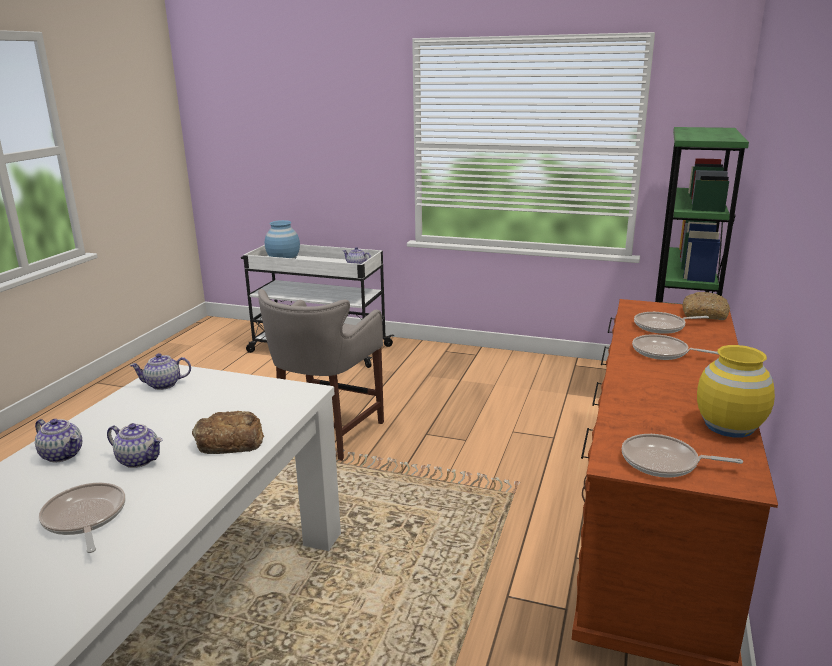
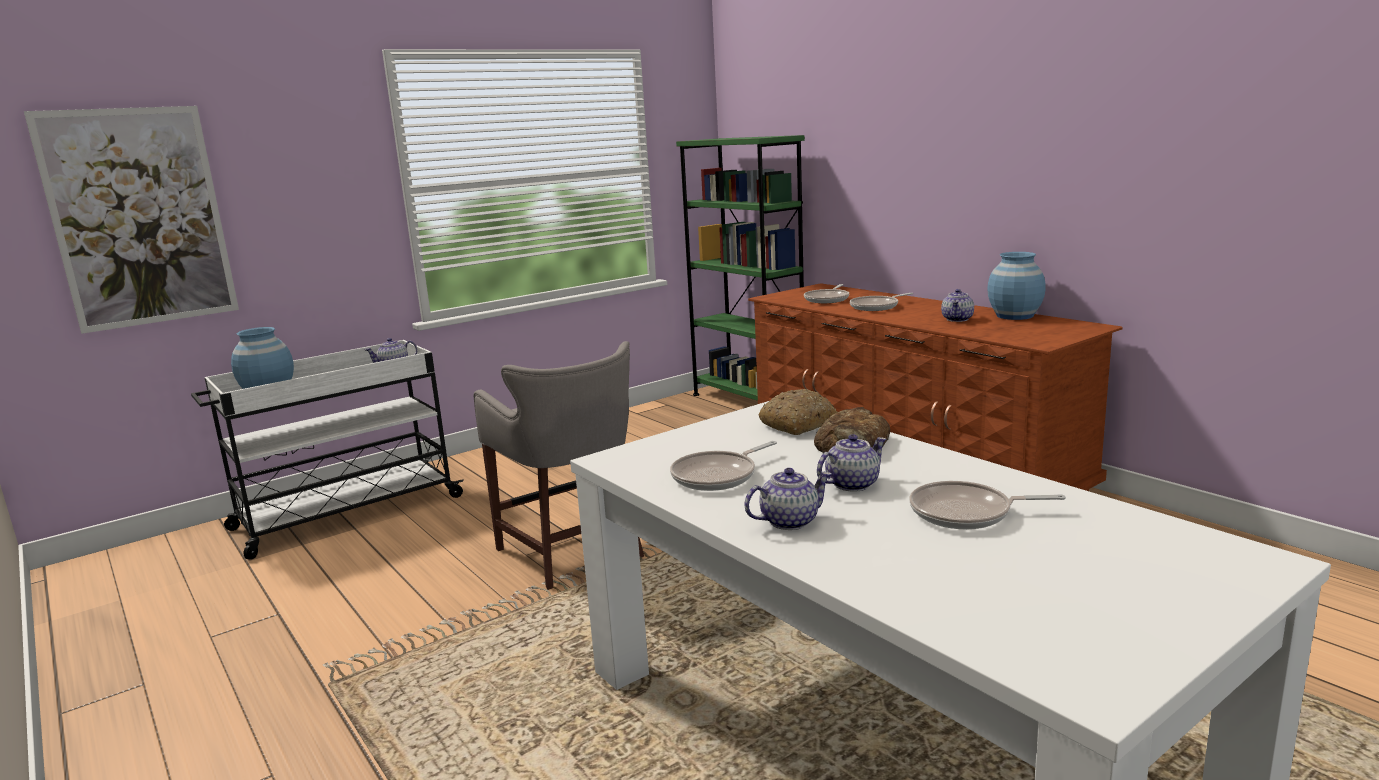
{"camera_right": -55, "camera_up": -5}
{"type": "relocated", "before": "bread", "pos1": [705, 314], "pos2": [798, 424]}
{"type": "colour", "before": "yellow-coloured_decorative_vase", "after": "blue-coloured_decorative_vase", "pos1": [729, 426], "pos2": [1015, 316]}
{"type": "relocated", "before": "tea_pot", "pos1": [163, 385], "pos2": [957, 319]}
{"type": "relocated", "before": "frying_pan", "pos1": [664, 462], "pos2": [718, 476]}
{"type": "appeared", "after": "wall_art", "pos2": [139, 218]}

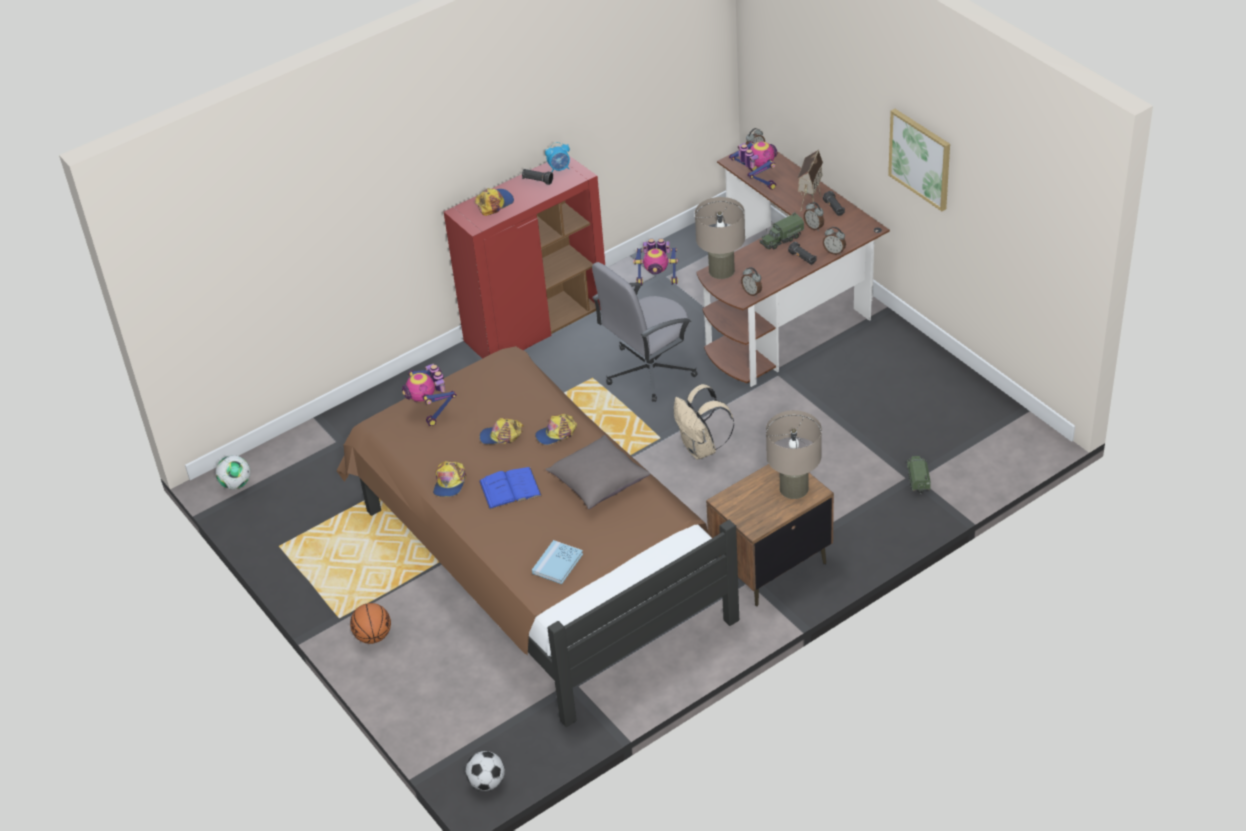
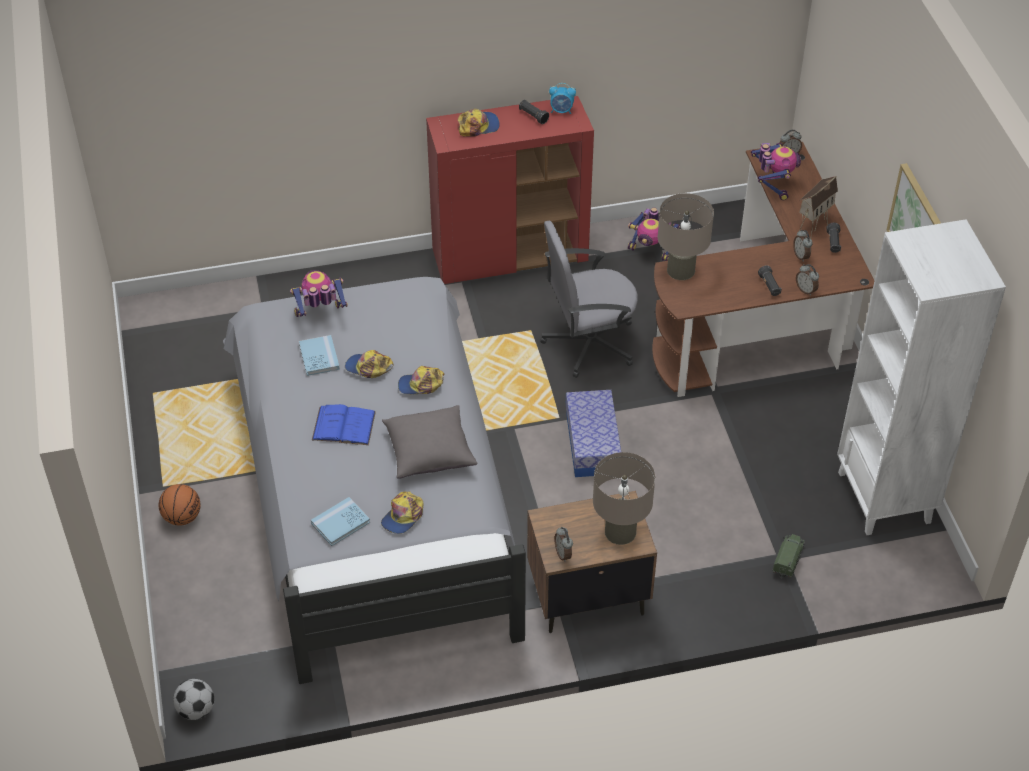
{"camera_right": 20, "camera_up": 5}
{"type": "missing", "before": "model_truck", "pos1": [781, 239]}
{"type": "relocated", "before": "alarm_clock", "pos1": [752, 292], "pos2": [563, 554]}
{"type": "colour", "before": "brown-coloured_bedroom_bed", "after": "grey_bedroom_bed", "pos1": [538, 555], "pos2": [375, 495]}
{"type": "spun", "before": "robot_figure", "pos1": [430, 409], "pos2": [320, 315], "turn": 75}
{"type": "exchanged", "before": "sand-coloured_knapsack", "after": "storage_container", "pos1": [701, 448], "pos2": [592, 444]}
{"type": "missing", "before": "football_ball", "pos1": [236, 484]}
{"type": "relocated", "before": "peaked_cap", "pos1": [449, 482], "pos2": [403, 516]}
{"type": "appeared", "after": "white-coloured_shelving_unit", "pos2": [885, 498]}
{"type": "appeared", "after": "blue-coloured_bound_book", "pos2": [319, 357]}

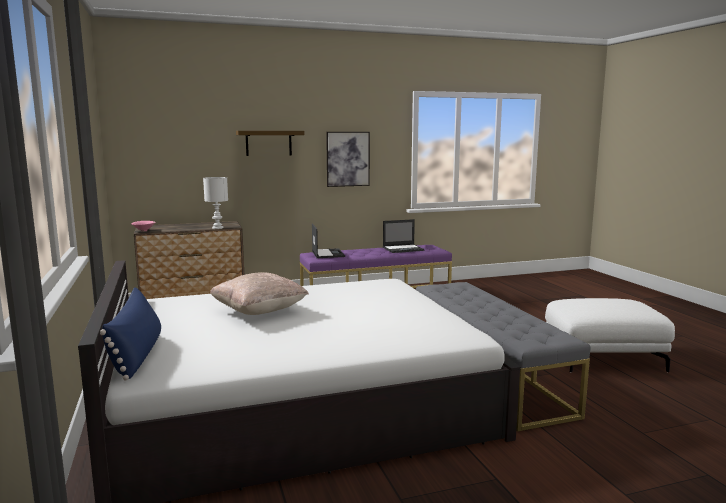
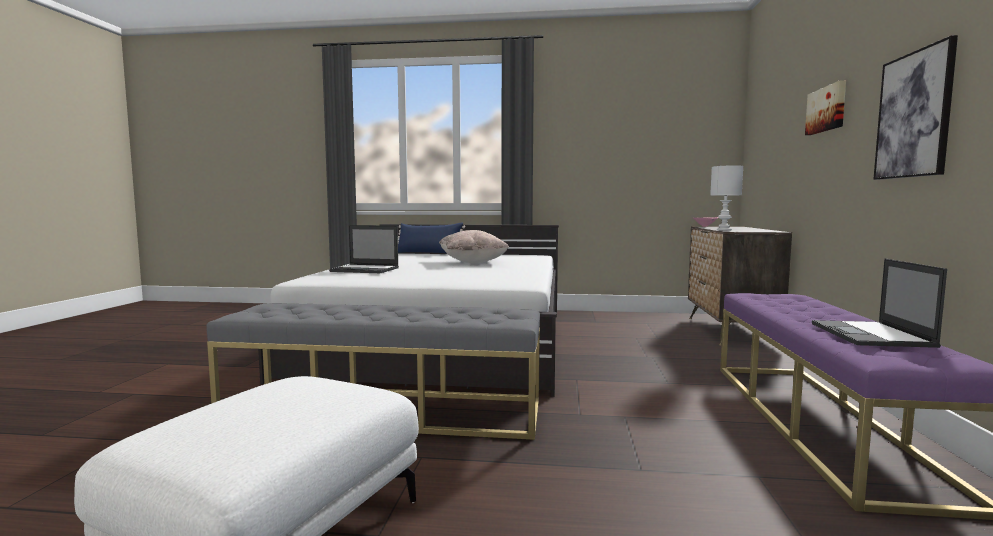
{"camera_right": 115, "camera_up": -5}
{"type": "exchanged", "before": "bracket_shelf", "after": "wall_art", "pos1": [268, 143], "pos2": [827, 109]}
{"type": "relocated", "before": "laptop", "pos1": [327, 253], "pos2": [366, 270]}

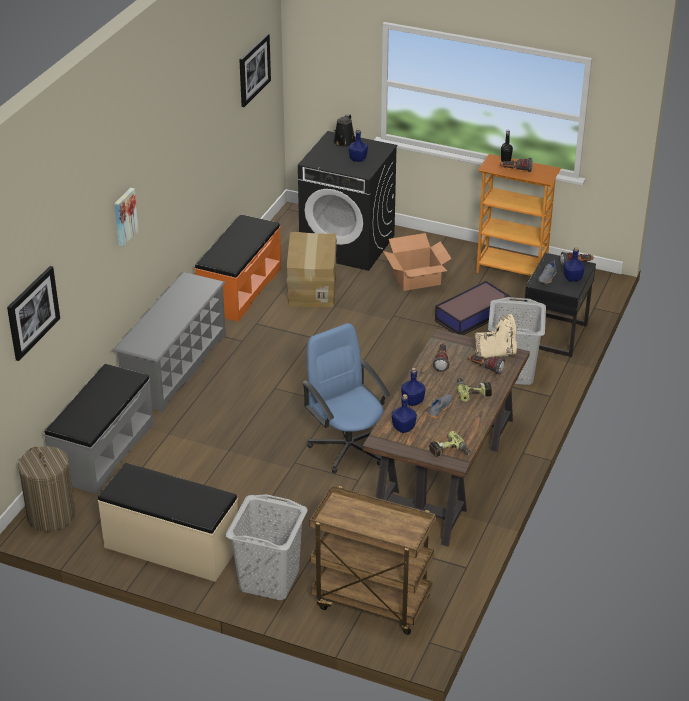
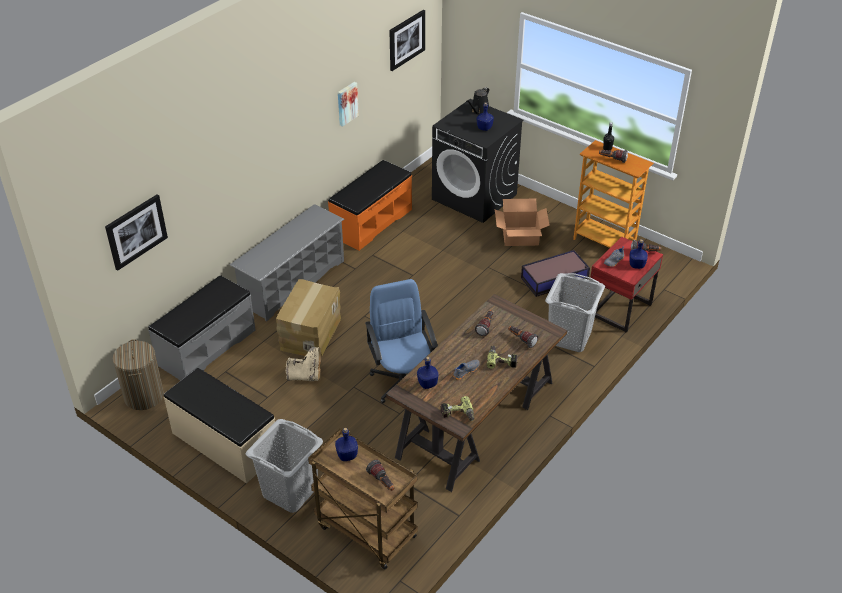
{"camera_right": 15, "camera_up": 5}
{"type": "relocated", "before": "wall_art", "pos1": [124, 216], "pos2": [346, 103]}
{"type": "relocated", "before": "cardboard_box", "pos1": [311, 287], "pos2": [310, 333]}
{"type": "colour", "before": "black-coloured_nightstand", "after": "red-coloured_nightstand", "pos1": [554, 336], "pos2": [619, 310]}
{"type": "relocated", "before": "sand-coloured_tall_boot", "pos1": [496, 353], "pos2": [306, 376]}
{"type": "relocated", "before": "blue-coloured_drink_bottle", "pos1": [413, 401], "pos2": [347, 455]}
{"type": "appeared", "after": "torch", "pos2": [382, 482]}

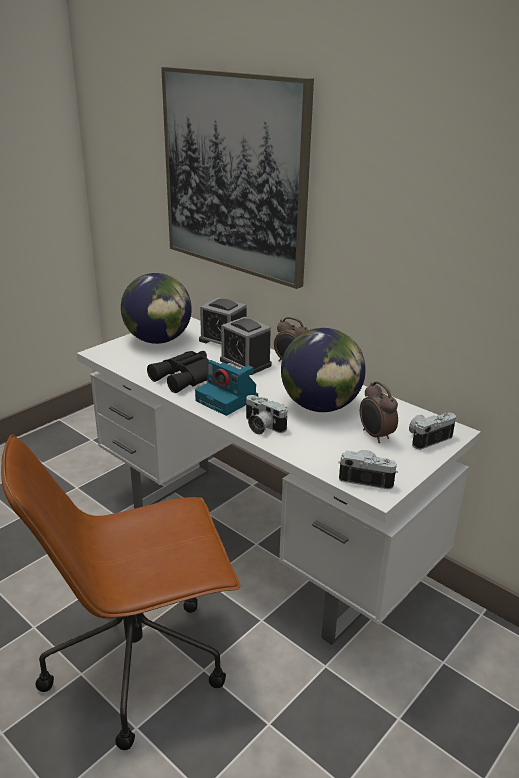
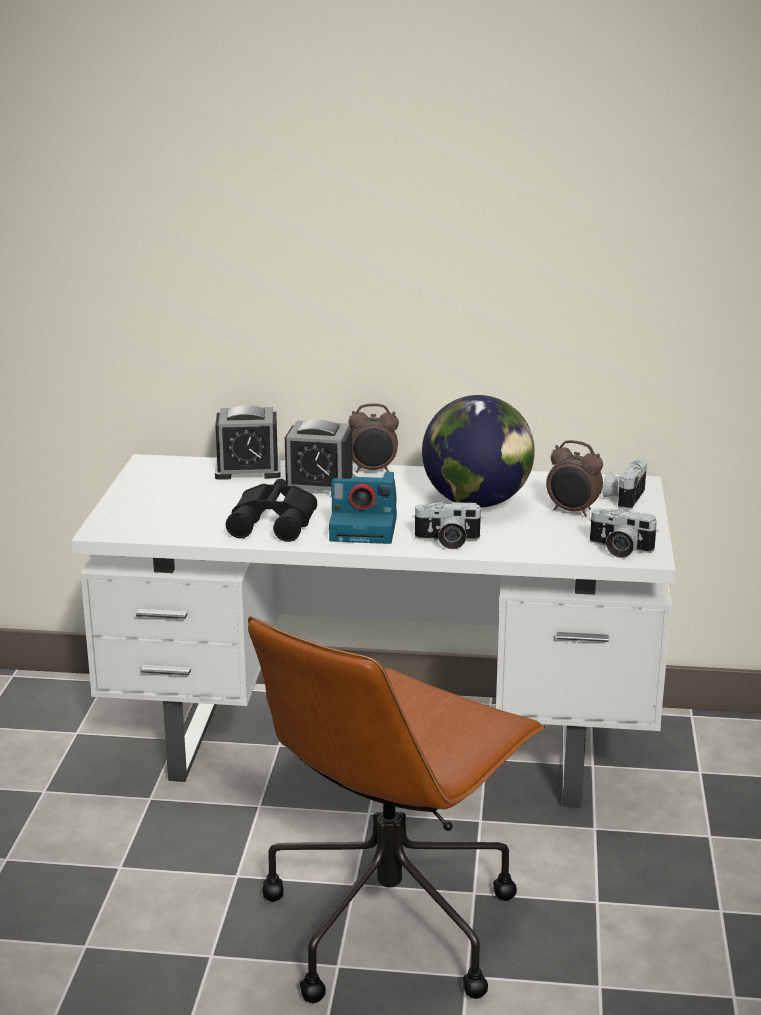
{"camera_right": -35, "camera_up": -5}
{"type": "missing", "before": "wall_art", "pos1": [234, 175]}
{"type": "missing", "before": "desk_globe", "pos1": [158, 340]}
{"type": "spun", "before": "photo_camera", "pos1": [366, 478], "pos2": [619, 549], "turn": -135}

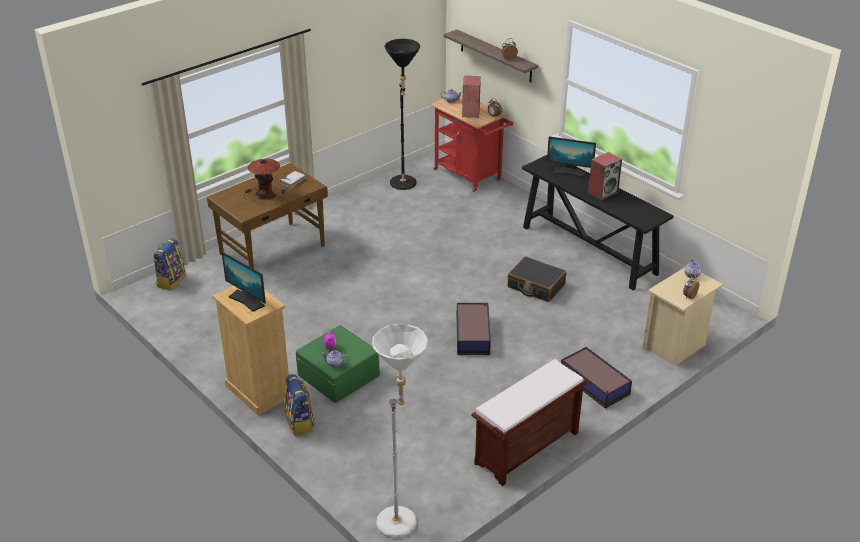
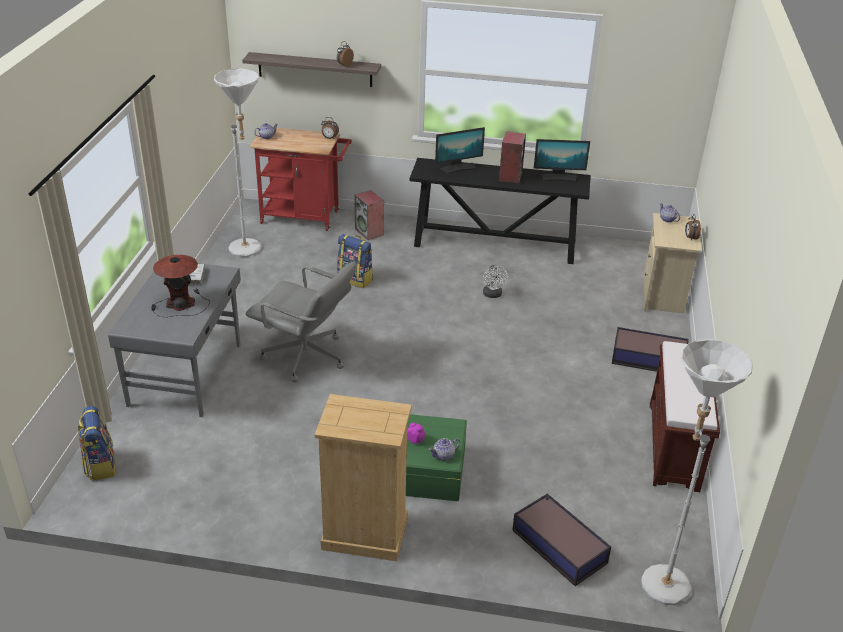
{"camera_right": -40, "camera_up": 0}
{"type": "colour", "before": "black-coloured_standing_lamp", "after": "white-coloured_standing_lamp", "pos1": [404, 186], "pos2": [250, 251]}
{"type": "relocated", "before": "speaker", "pos1": [471, 112], "pos2": [370, 232]}
{"type": "colour", "before": "brown-coloured_desk", "after": "grey_desk", "pos1": [273, 250], "pos2": [187, 374]}
{"type": "relocated", "before": "computer_screen", "pos1": [247, 300], "pos2": [558, 177]}
{"type": "exchanged", "before": "black-coloured_piece_of_luggage", "after": "white-coloured_fan", "pos1": [536, 286], "pos2": [493, 295]}
{"type": "relocated", "before": "storage_container", "pos1": [473, 334], "pos2": [558, 545]}
{"type": "relocated", "before": "knapsack", "pos1": [300, 423], "pos2": [355, 279]}
{"type": "appeared", "after": "grey_desk_chair", "pos2": [305, 357]}

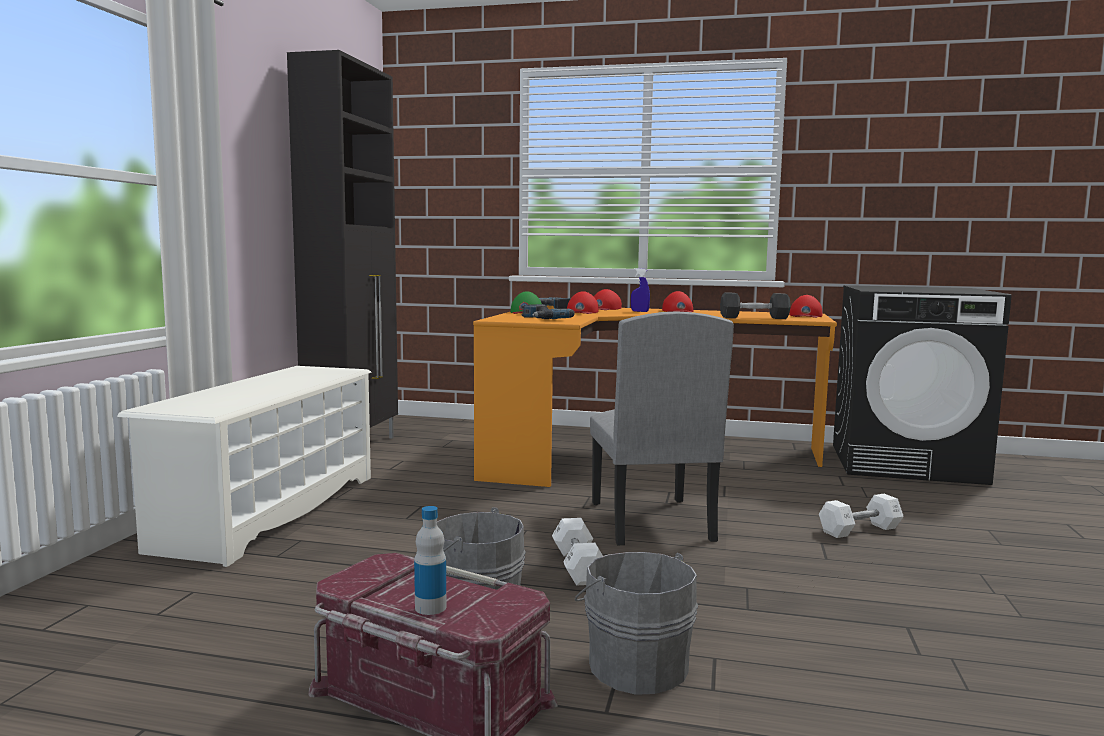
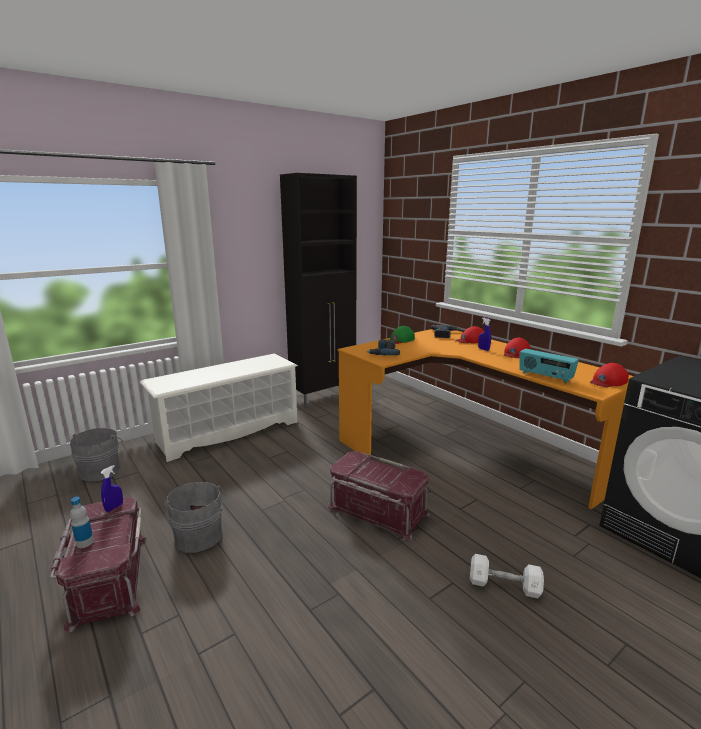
{"camera_right": 40, "camera_up": 10}
{"type": "missing", "before": "red-coloured_peaked_cap", "pos1": [581, 312]}
{"type": "exchanged", "before": "black-coloured_dumbbell", "after": "radio_receiver", "pos1": [754, 318], "pos2": [545, 377]}
{"type": "exchanged", "before": "grey_upright_chair", "after": "red-coloured_storage_container", "pos1": [650, 521], "pos2": [376, 511]}
{"type": "missing", "before": "white-coloured_dumbbell", "pos1": [578, 566]}
{"type": "relocated", "before": "grey_pail", "pos1": [635, 665], "pos2": [101, 470]}
{"type": "appeared", "after": "blue-coloured_spray_bottle", "pos2": [114, 507]}

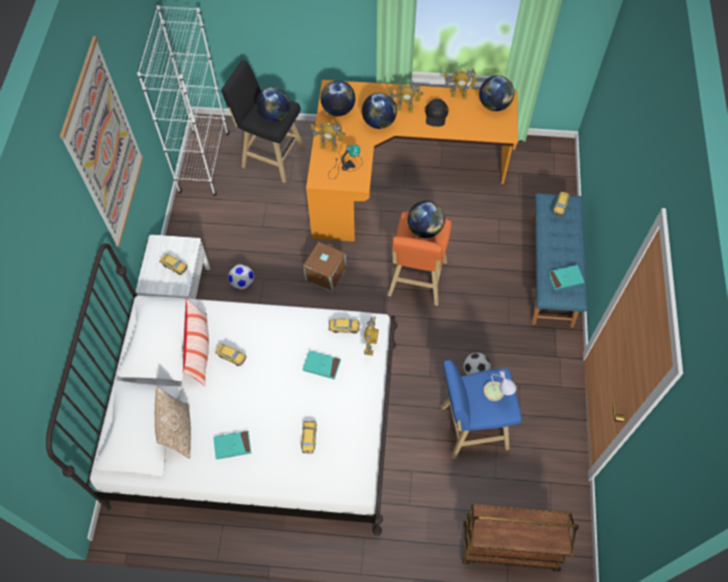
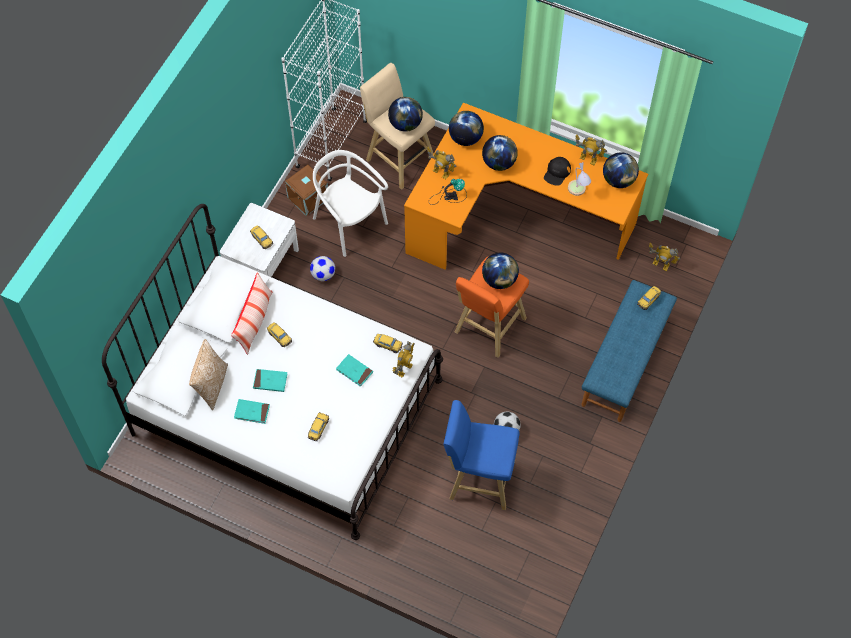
{"camera_right": 20, "camera_up": 0}
{"type": "missing", "before": "wall_art", "pos1": [105, 148]}
{"type": "colour", "before": "black-coloured_stool", "after": "sand-coloured_stool", "pos1": [271, 157], "pos2": [398, 158]}
{"type": "relocated", "before": "robot_figure", "pos1": [405, 108], "pos2": [661, 265]}
{"type": "relocated", "before": "brown-coloured_storage_container", "pos1": [326, 274], "pos2": [308, 199]}
{"type": "relocated", "before": "blue-green_bound_book", "pos1": [565, 278], "pos2": [270, 381]}
{"type": "relocated", "before": "tabletop_lamp", "pos1": [497, 394], "pos2": [578, 191]}
{"type": "missing", "before": "brown-coloured_trolley", "pos1": [509, 547]}
{"type": "appeared", "after": "white-coloured_upright_chair", "pos2": [349, 223]}

